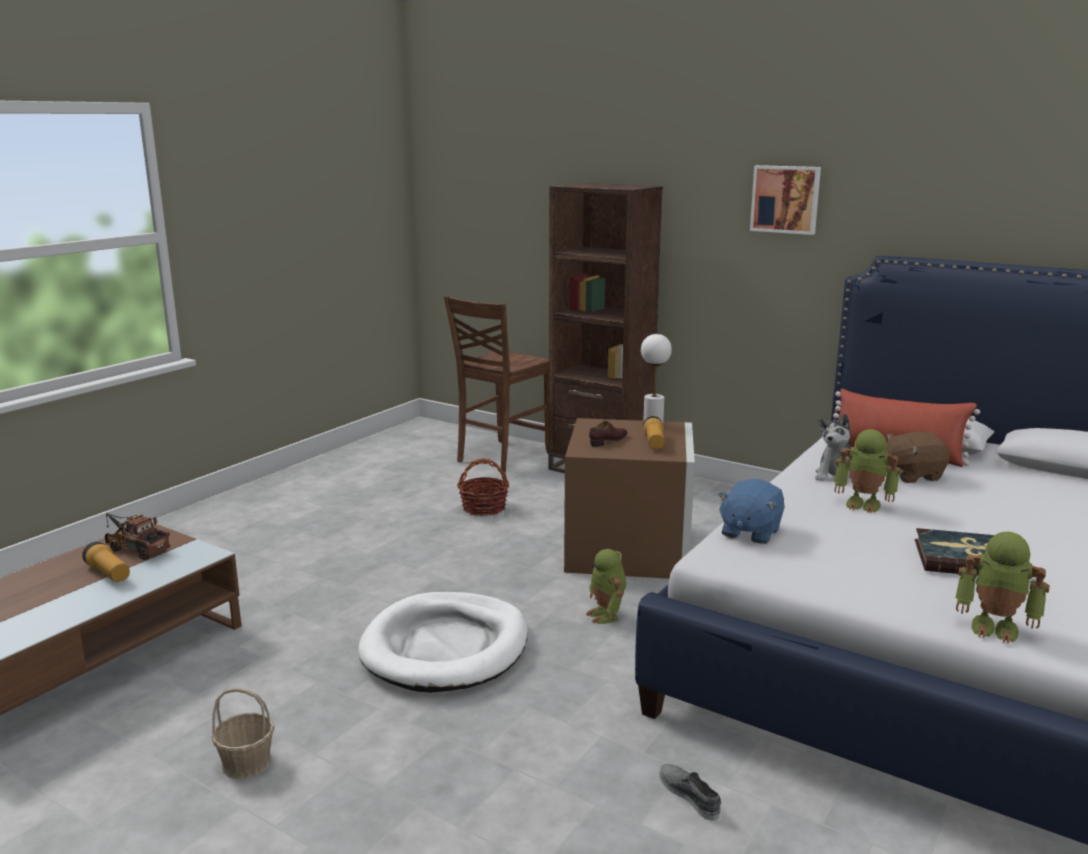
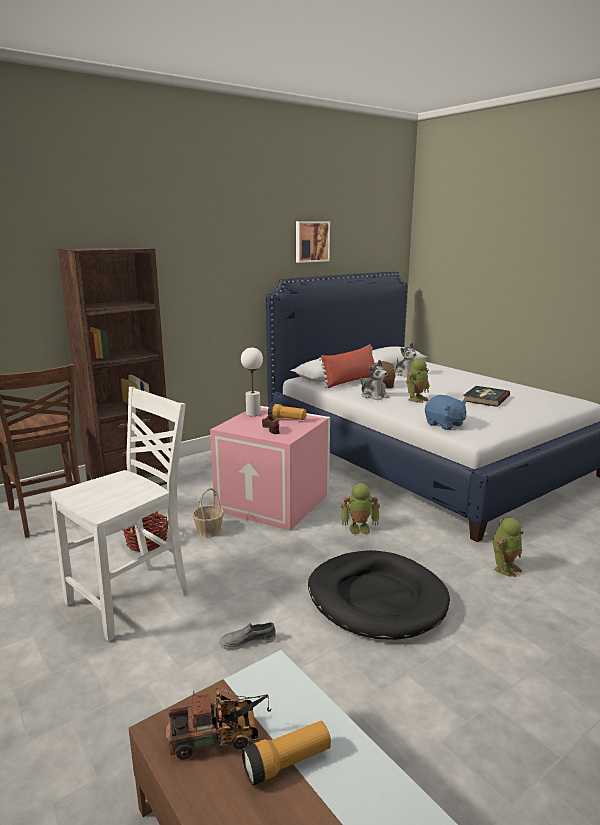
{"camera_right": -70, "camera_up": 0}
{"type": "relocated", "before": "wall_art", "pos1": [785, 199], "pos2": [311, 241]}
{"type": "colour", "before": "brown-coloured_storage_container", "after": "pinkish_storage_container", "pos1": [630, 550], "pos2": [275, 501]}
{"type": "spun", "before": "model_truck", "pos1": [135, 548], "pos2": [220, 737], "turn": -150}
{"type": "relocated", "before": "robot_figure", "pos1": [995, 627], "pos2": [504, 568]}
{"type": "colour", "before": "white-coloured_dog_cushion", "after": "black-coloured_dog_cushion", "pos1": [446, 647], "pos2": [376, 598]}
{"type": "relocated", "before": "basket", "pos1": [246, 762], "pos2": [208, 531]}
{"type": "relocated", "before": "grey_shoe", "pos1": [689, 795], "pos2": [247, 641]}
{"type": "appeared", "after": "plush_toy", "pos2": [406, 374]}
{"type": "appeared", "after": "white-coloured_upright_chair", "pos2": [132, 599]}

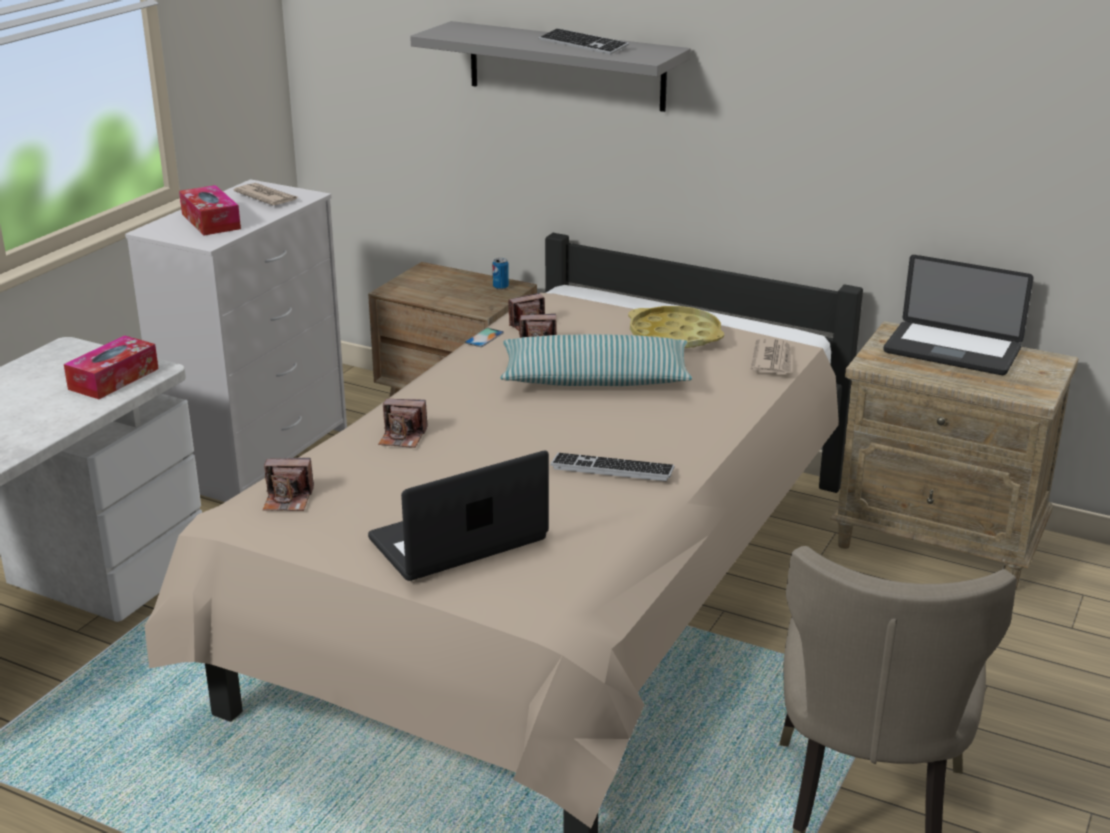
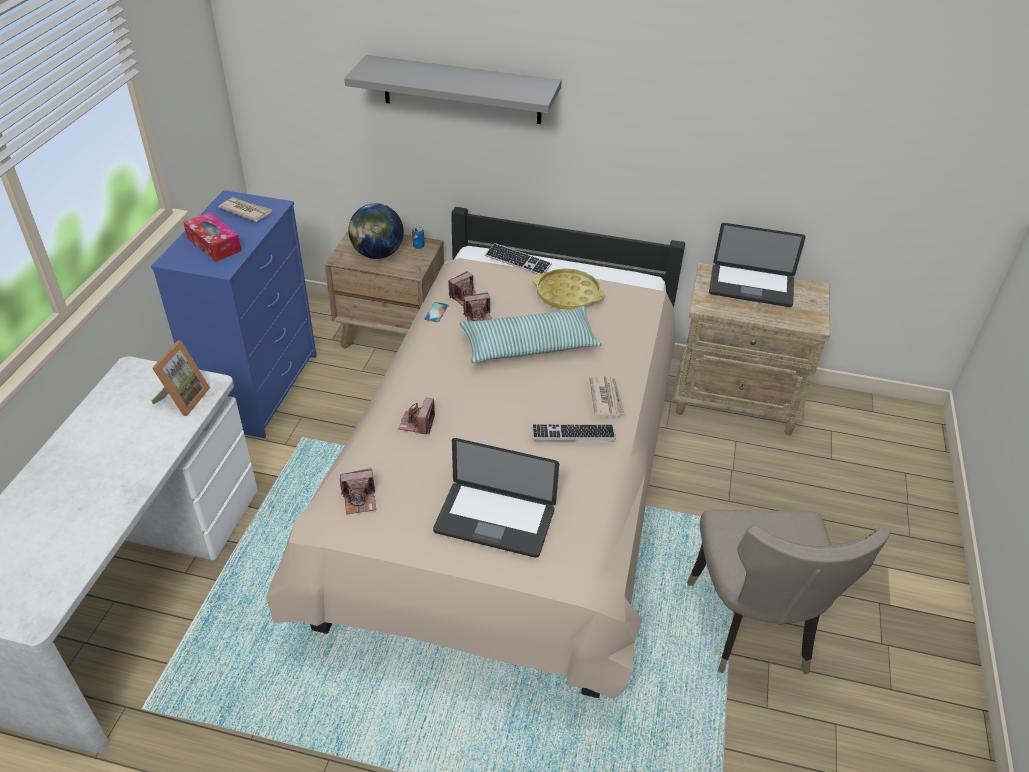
{"camera_right": -15, "camera_up": 15}
{"type": "relocated", "before": "keyboard", "pos1": [583, 44], "pos2": [517, 261]}
{"type": "colour", "before": "white-coloured_dresser", "after": "blue-coloured_dresser", "pos1": [259, 455], "pos2": [260, 388]}
{"type": "exchanged", "before": "tissue_holder", "after": "picture_frame", "pos1": [113, 379], "pos2": [183, 399]}
{"type": "relocated", "before": "newspaper", "pos1": [773, 360], "pos2": [606, 398]}
{"type": "spun", "before": "photo_camera", "pos1": [403, 437], "pos2": [417, 423], "turn": 105}
{"type": "spun", "before": "laptop", "pos1": [458, 540], "pos2": [494, 520], "turn": -120}
{"type": "appeared", "after": "desk_globe", "pos2": [377, 254]}

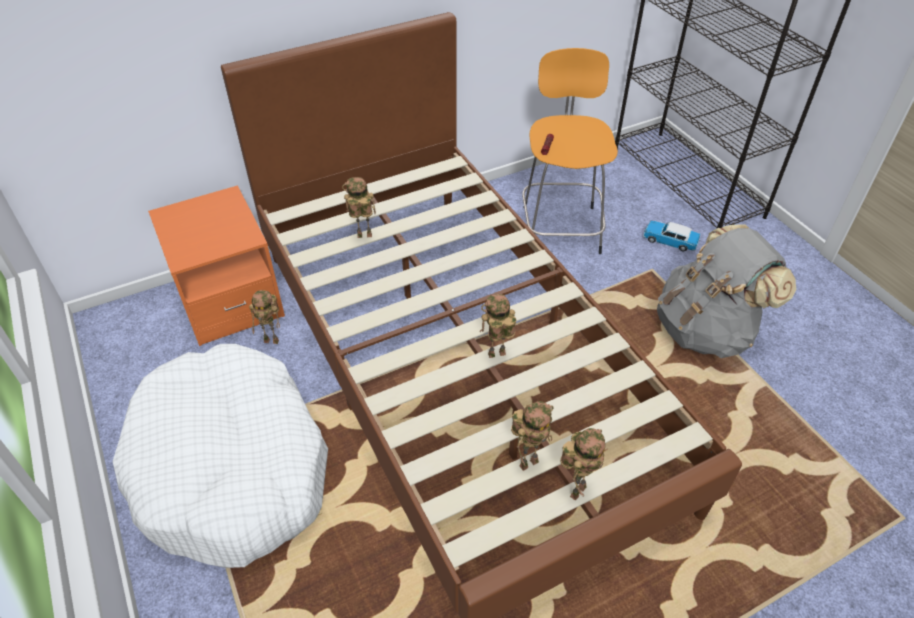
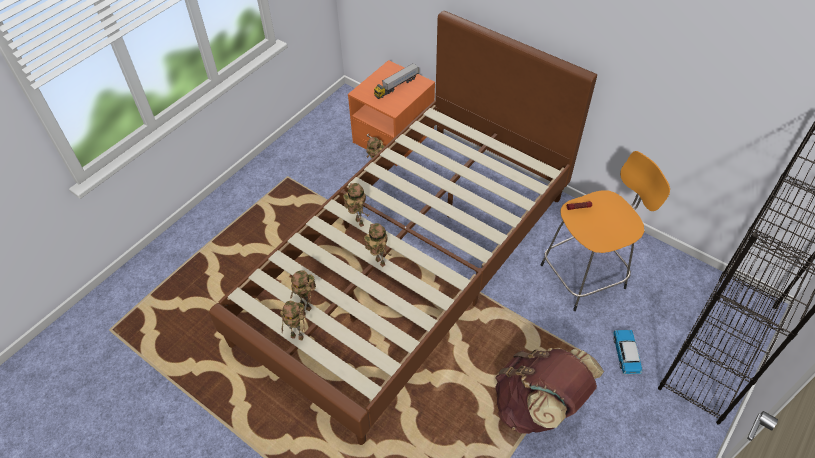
{"camera_right": 65, "camera_up": 5}
{"type": "relocated", "before": "robot_figure", "pos1": [363, 237], "pos2": [358, 222]}
{"type": "colour", "before": "grey_knapsack", "after": "brown-coloured_knapsack", "pos1": [706, 330], "pos2": [537, 406]}
{"type": "missing", "before": "white-coloured_dog_cushion", "pos1": [232, 468]}
{"type": "appeared", "after": "model_truck", "pos2": [396, 86]}

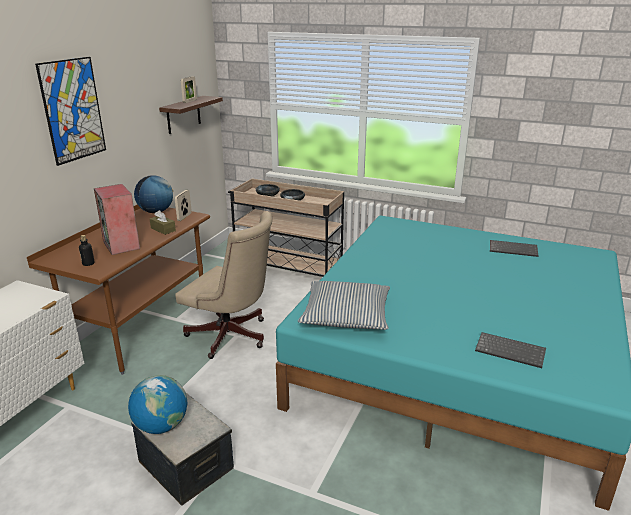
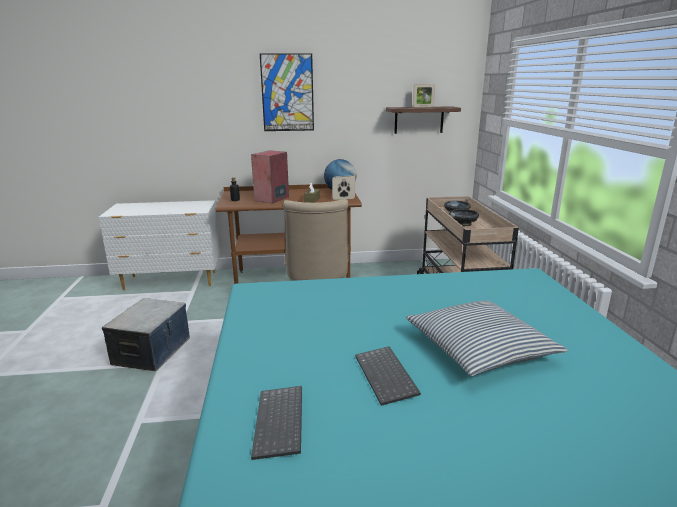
{"camera_right": 60, "camera_up": -5}
{"type": "relocated", "before": "keyboard", "pos1": [513, 249], "pos2": [387, 376]}
{"type": "relocated", "before": "cushion", "pos1": [346, 315], "pos2": [479, 348]}
{"type": "missing", "before": "desk_globe", "pos1": [161, 425]}

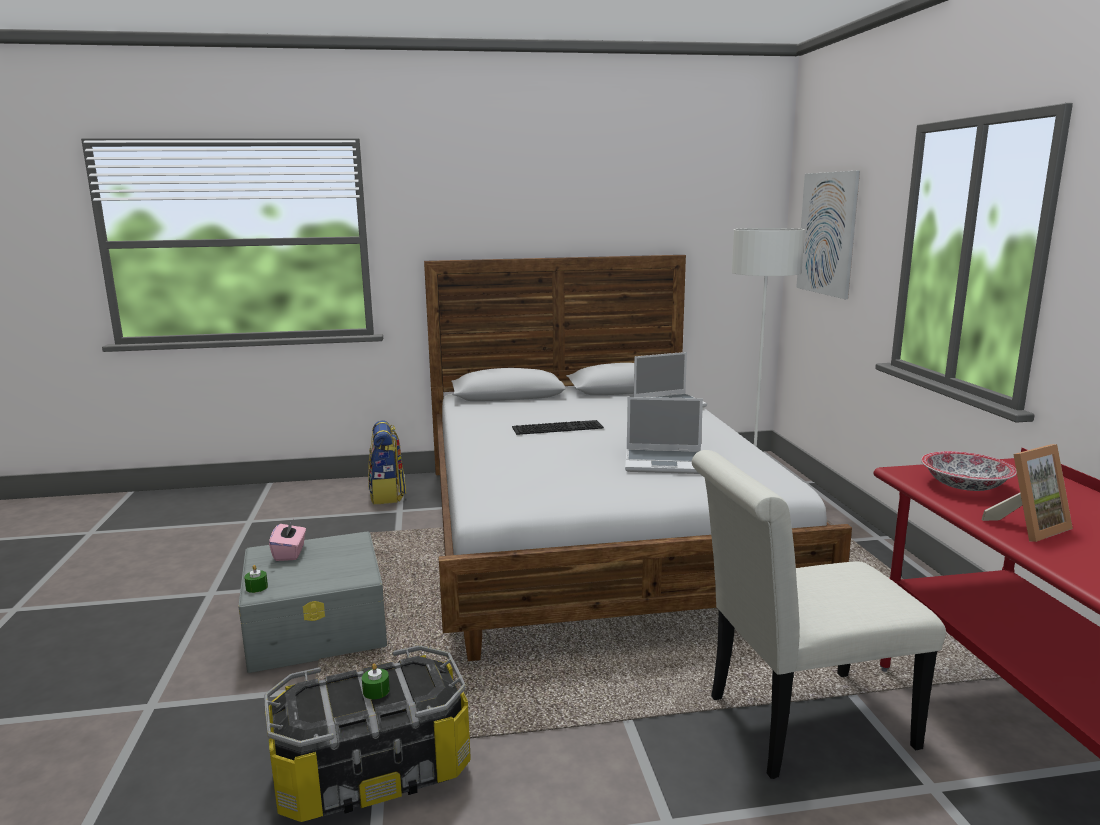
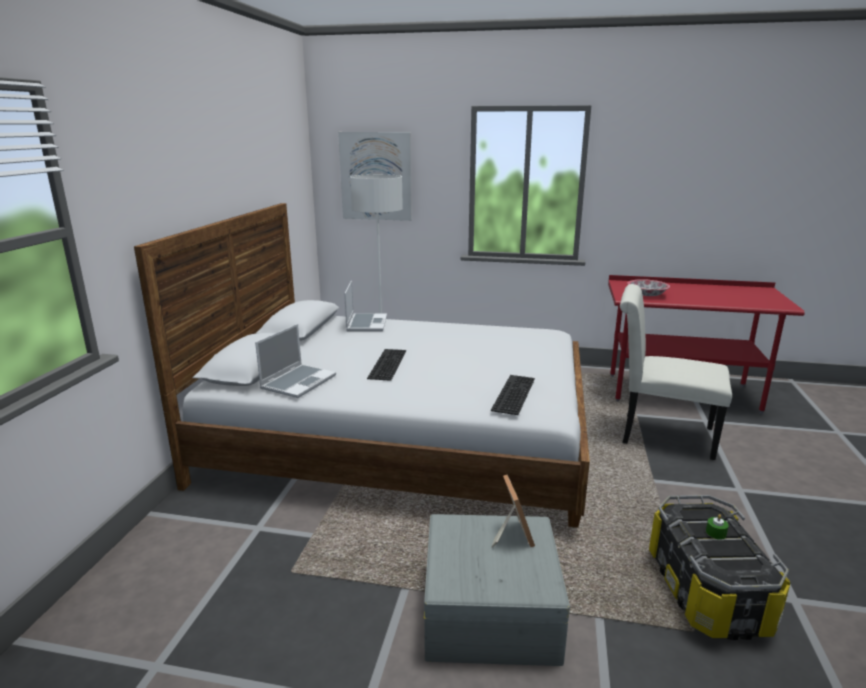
{"camera_right": -70, "camera_up": 5}
{"type": "relocated", "before": "laptop", "pos1": [665, 463], "pos2": [298, 382]}
{"type": "missing", "before": "knapsack", "pos1": [387, 495]}
{"type": "relocated", "before": "picture_frame", "pos1": [1028, 527], "pos2": [511, 535]}
{"type": "spun", "before": "white-coloured_upright_chair", "pos1": [797, 724], "pos2": [659, 435], "turn": 105}
{"type": "missing", "before": "pinkish_tissue_holder", "pos1": [290, 553]}
{"type": "missing", "before": "greenish_candle", "pos1": [256, 587]}
{"type": "appeared", "after": "keyboard", "pos2": [512, 393]}

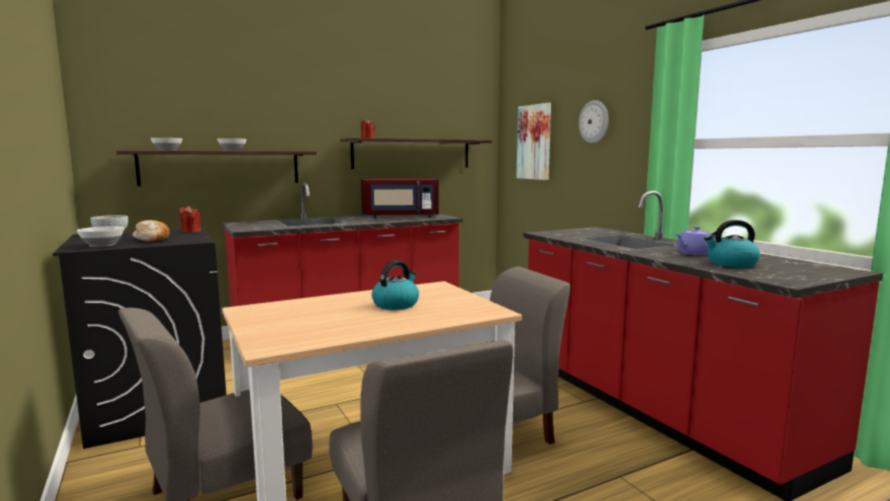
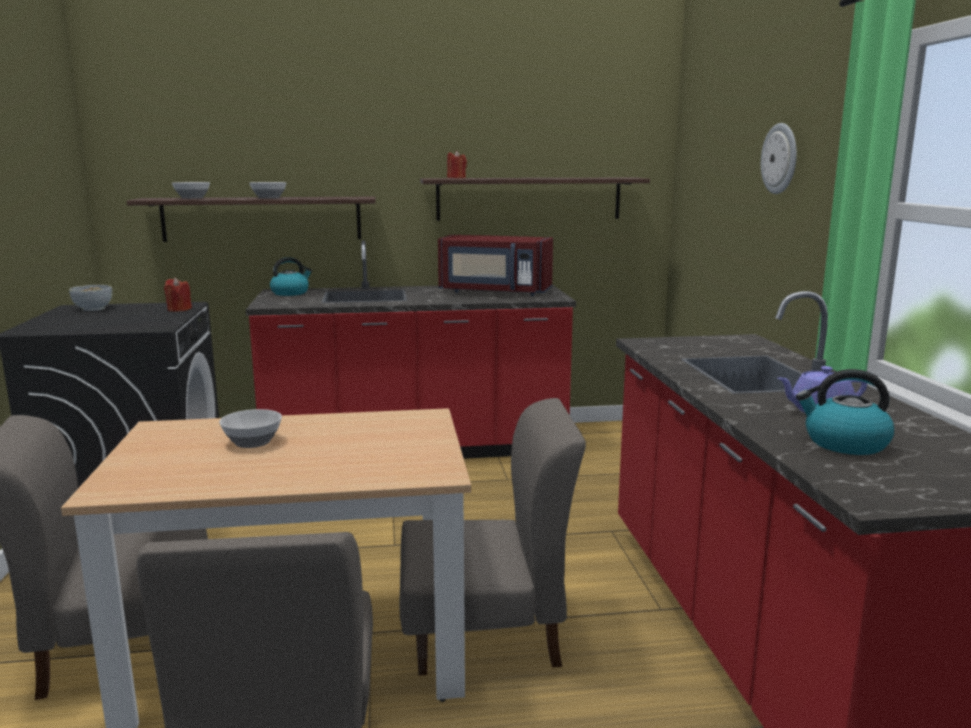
{"camera_right": 20, "camera_up": 5}
{"type": "missing", "before": "wall_art", "pos1": [534, 142]}
{"type": "missing", "before": "bread", "pos1": [152, 239]}
{"type": "relocated", "before": "bowl", "pos1": [101, 245], "pos2": [251, 442]}
{"type": "relocated", "before": "kettle", "pos1": [396, 304], "pos2": [290, 293]}

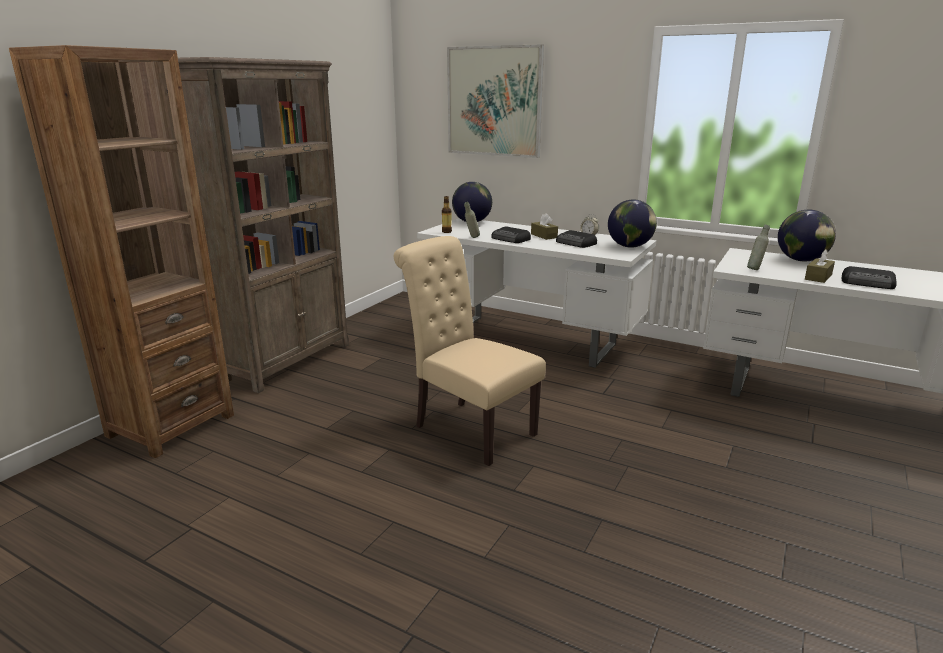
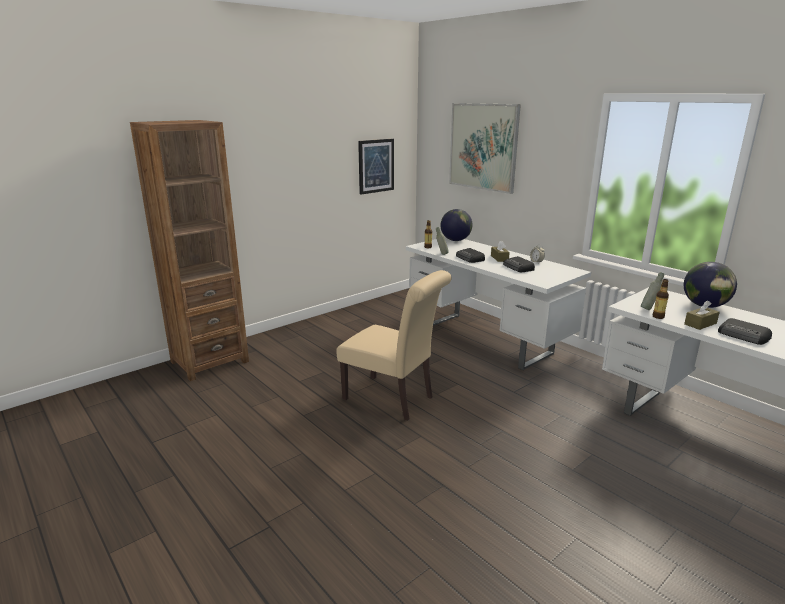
{"camera_right": 20, "camera_up": 0}
{"type": "missing", "before": "brown-coloured_shelving_unit", "pos1": [289, 361]}
{"type": "missing", "before": "desk_globe", "pos1": [630, 246]}
{"type": "spun", "before": "sand-coloured_upright_chair", "pos1": [468, 428], "pos2": [393, 399], "turn": 150}
{"type": "appeared", "after": "wall_art", "pos2": [376, 166]}
{"type": "appeared", "after": "drink_bottle", "pos2": [658, 317]}

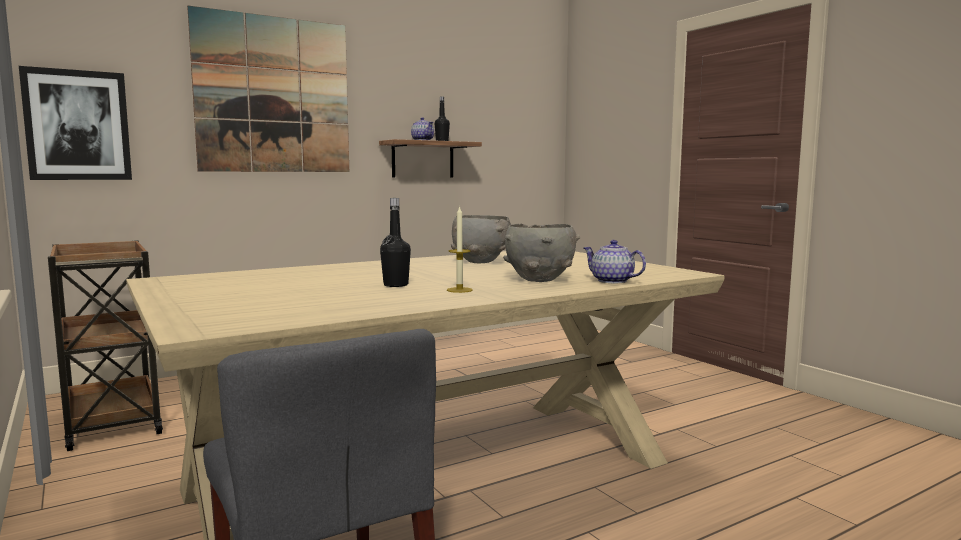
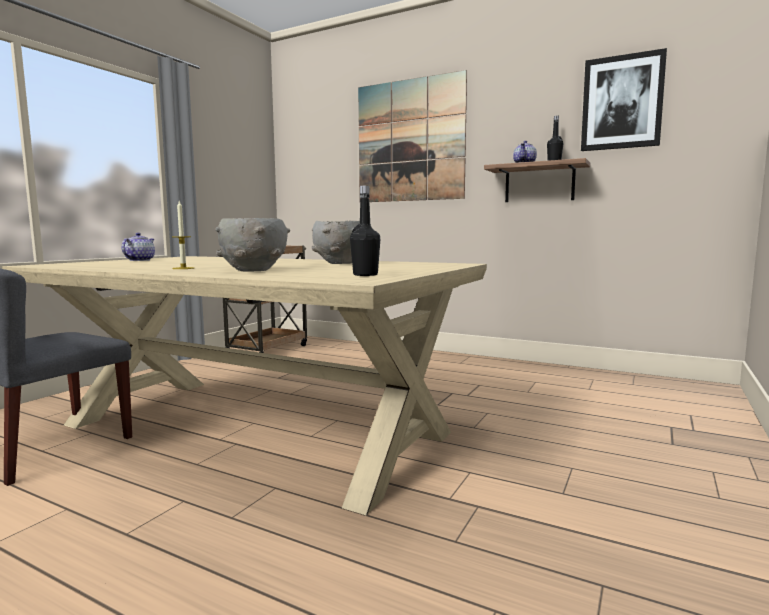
{"camera_right": 60, "camera_up": 0}
{"type": "relocated", "before": "wall_art", "pos1": [77, 125], "pos2": [622, 102]}
{"type": "relocated", "before": "black-coloured_drink_bottle", "pos1": [396, 285], "pos2": [365, 275]}
{"type": "relocated", "before": "tea_pot", "pos1": [612, 281], "pos2": [139, 260]}

